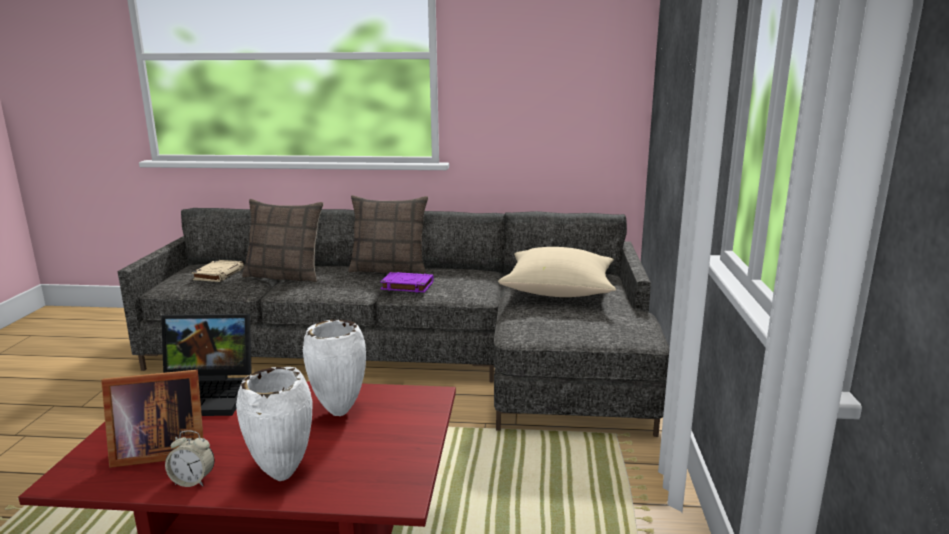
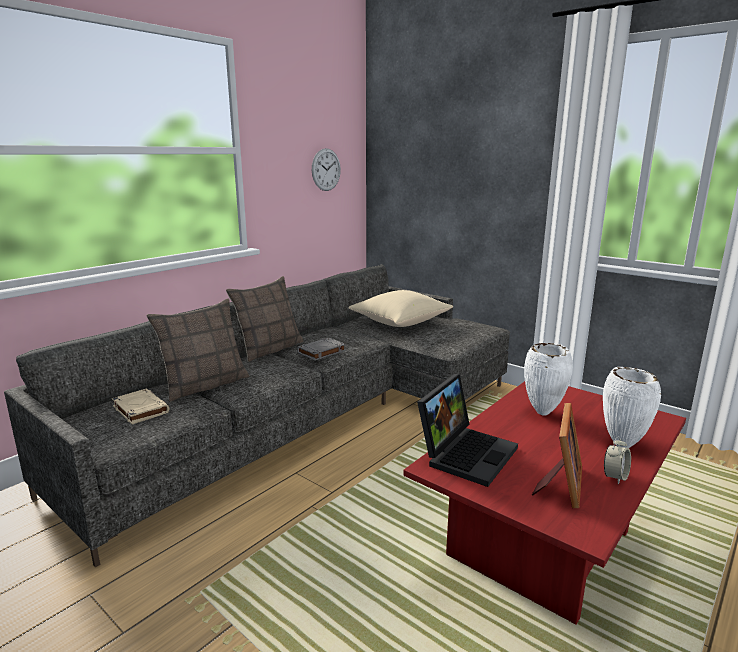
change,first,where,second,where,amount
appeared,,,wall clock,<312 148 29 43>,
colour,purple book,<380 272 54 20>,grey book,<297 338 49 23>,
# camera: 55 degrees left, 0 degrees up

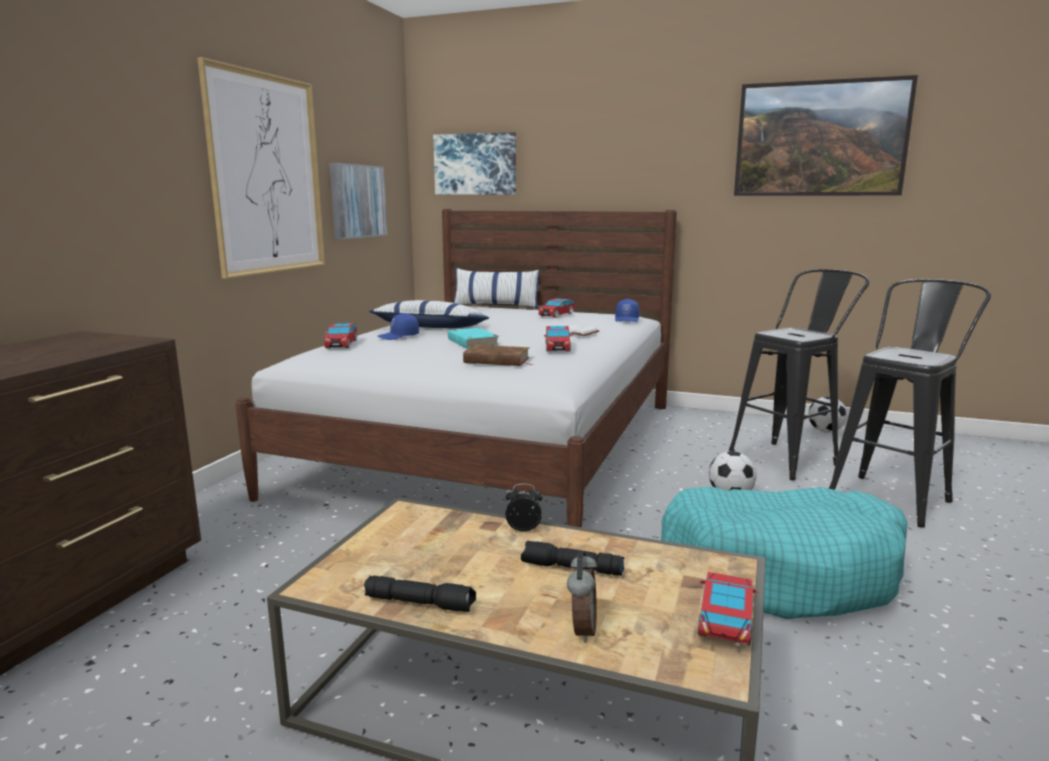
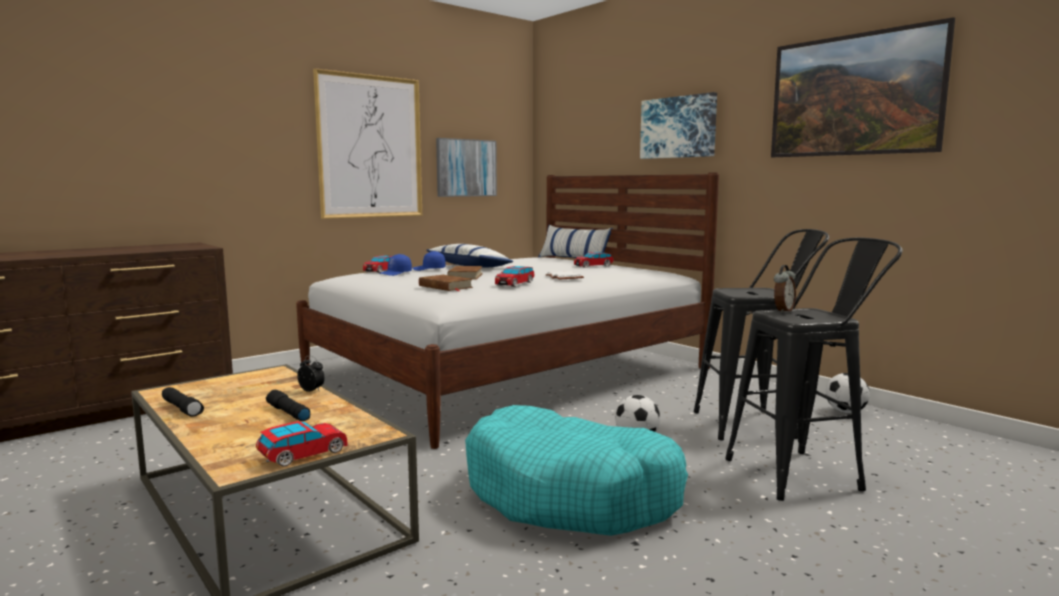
change,first,where,second,where,amount
relocated,picture,<433 132 83 63>,,<640 92 77 67>,
relocated,alarm clock,<567 551 30 92>,,<774 265 22 48>,
relocated,blue cap,<615 299 25 23>,,<379 254 33 22>,
colour,turquoise book,<448 328 52 21>,brown book,<447 266 36 14>,
# camera: 30 degrees right, 5 degrees down

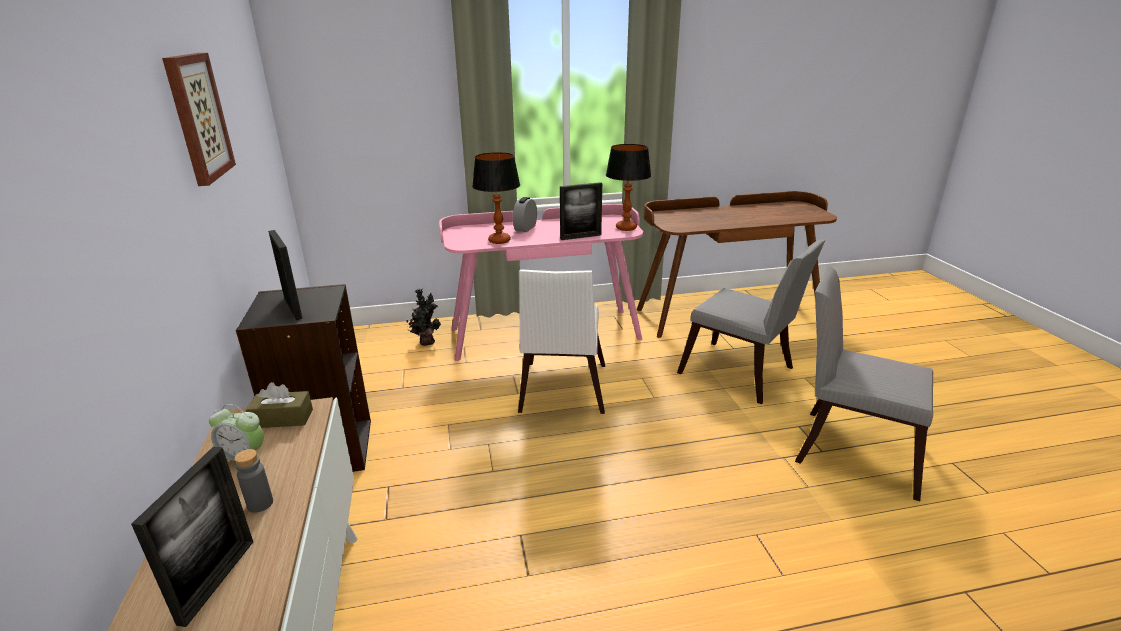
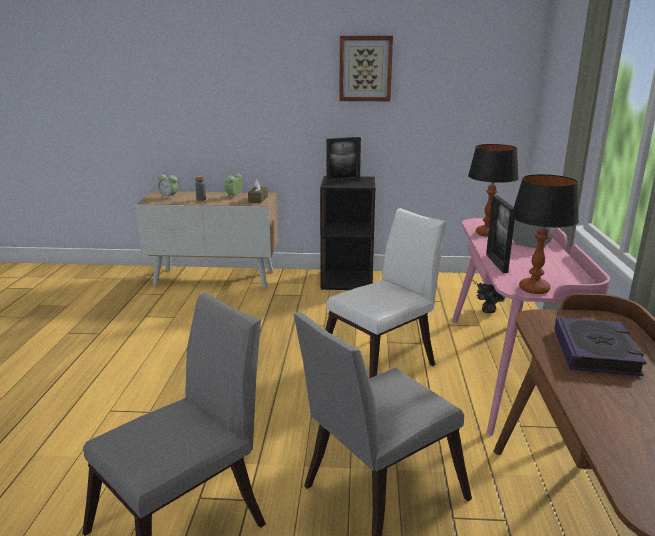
change,first,where,second,where,amount
appeared,,,book,<554 317 92 59>,
exchanged,picture frame,<131 447 122 180>,alarm clock,<158 171 20 29>,
spun,white chair,<518 269 87 145>,,<325 208 121 170>,120 degrees clockwise
# camera: 105 degrees right, 5 degrees down

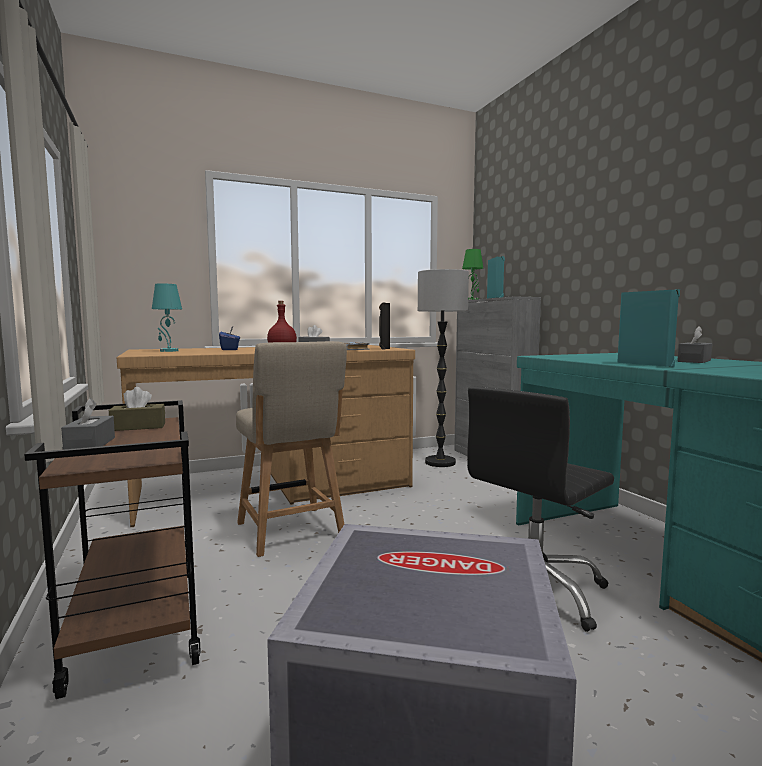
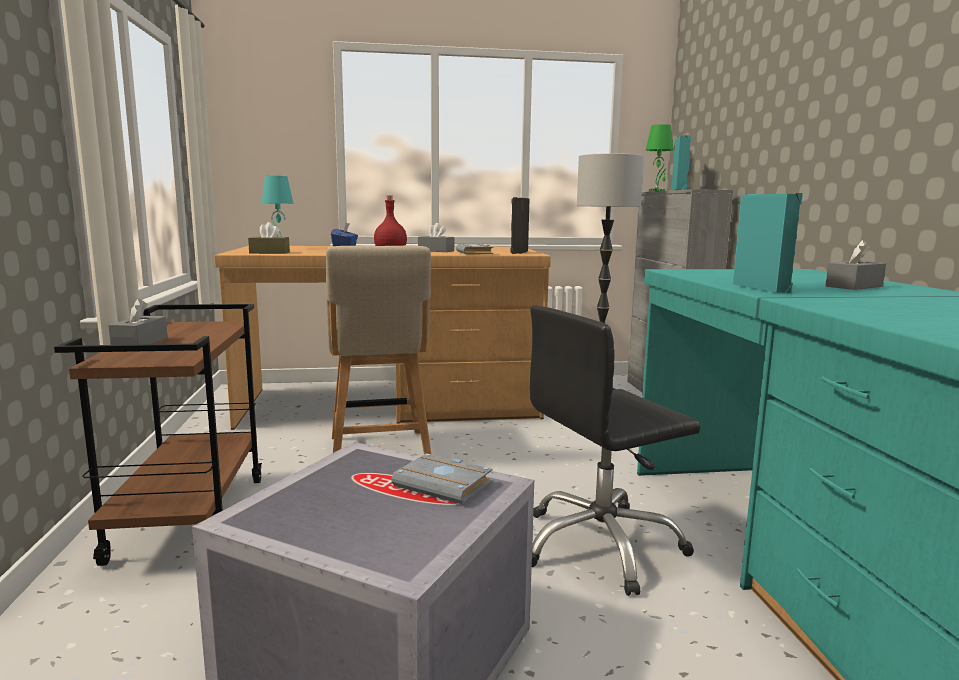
change,first,where,second,where,amount
appeared,,,grey book,<391 453 101 52>,
relocated,brown tissue box,<109 387 56 44>,,<248 222 42 32>,
# camera: 15 degrees right, 5 degrees up

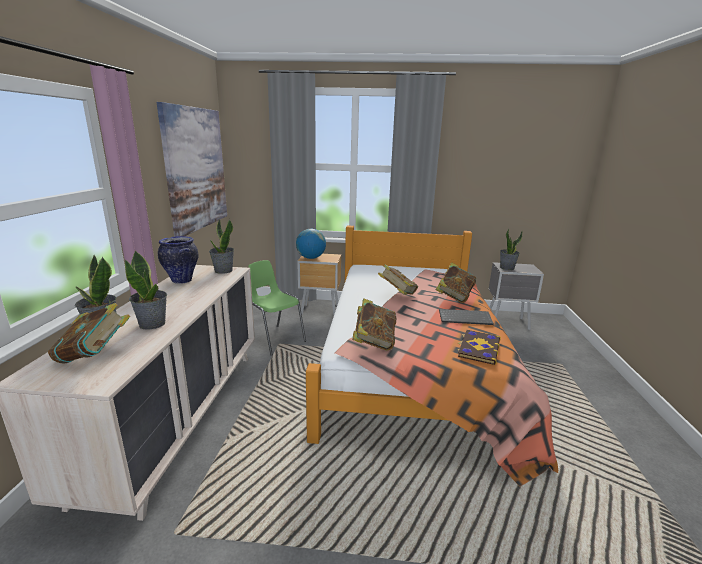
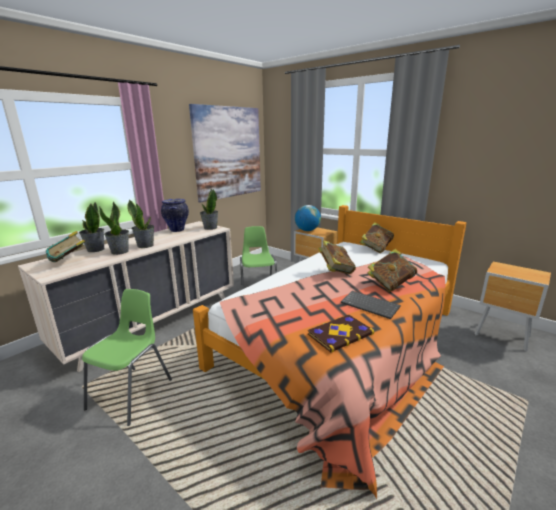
change,first,where,second,where,amount
appeared,,,green chair,<82 289 90 137>,
relocated,book,<352 298 44 53>,,<360 222 34 31>,
relocated,potted plant,<500 228 23 42>,,<128 199 26 49>,
colour,grey nightstand,<489 262 55 68>,brown nightstand,<475 262 76 89>,
# camera: 35 degrees right, 0 degrees up

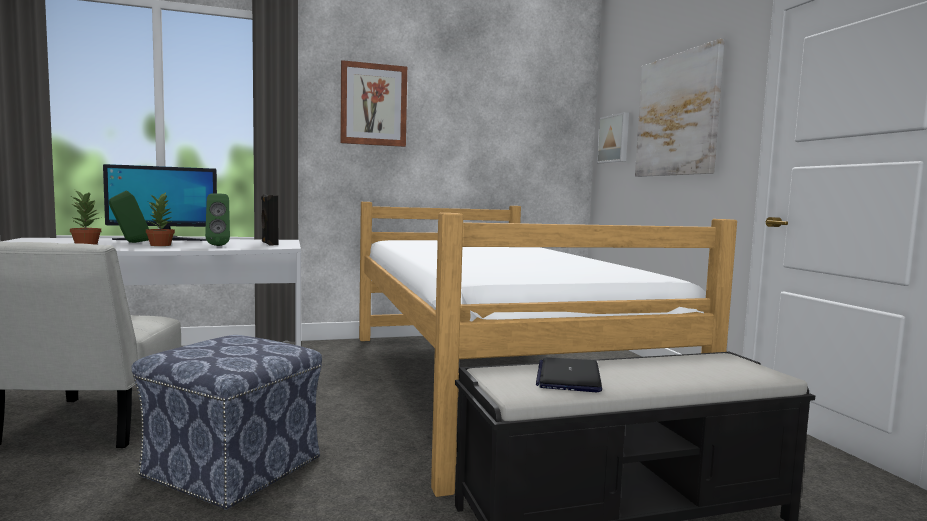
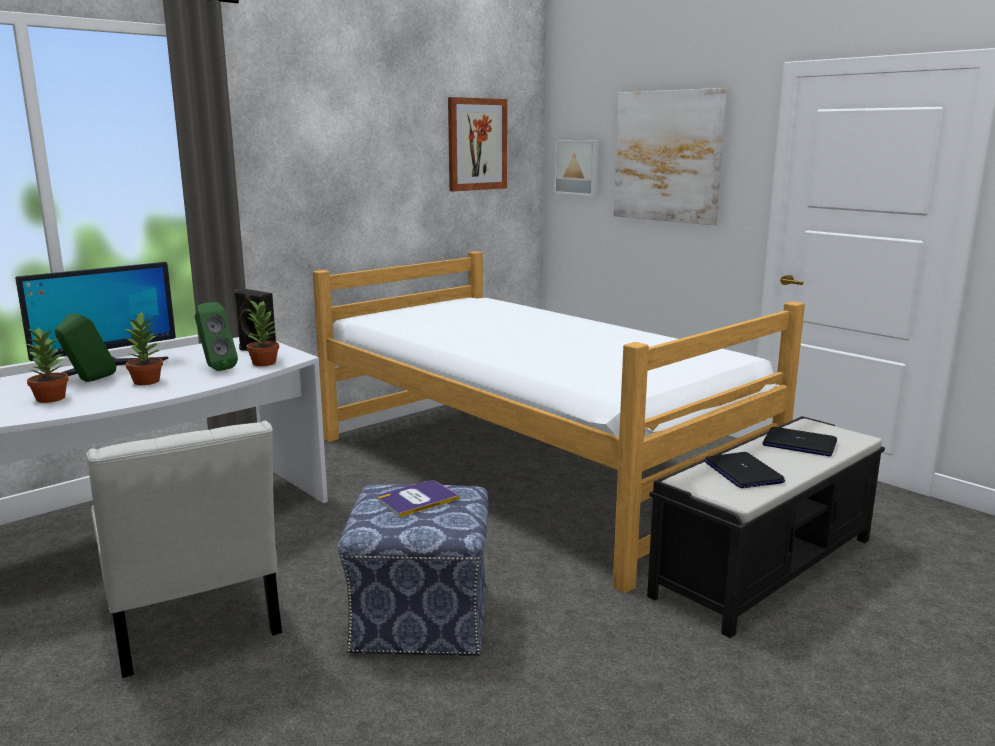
change,first,where,second,where,amount
appeared,,,potted plant,<246 299 34 67>,
appeared,,,book,<377 480 82 37>,
appeared,,,laptop,<762 427 75 30>,
relocated,picture,<340 60 67 87>,,<448 97 59 94>,
# camera: 25 degrees left, 10 degrees up

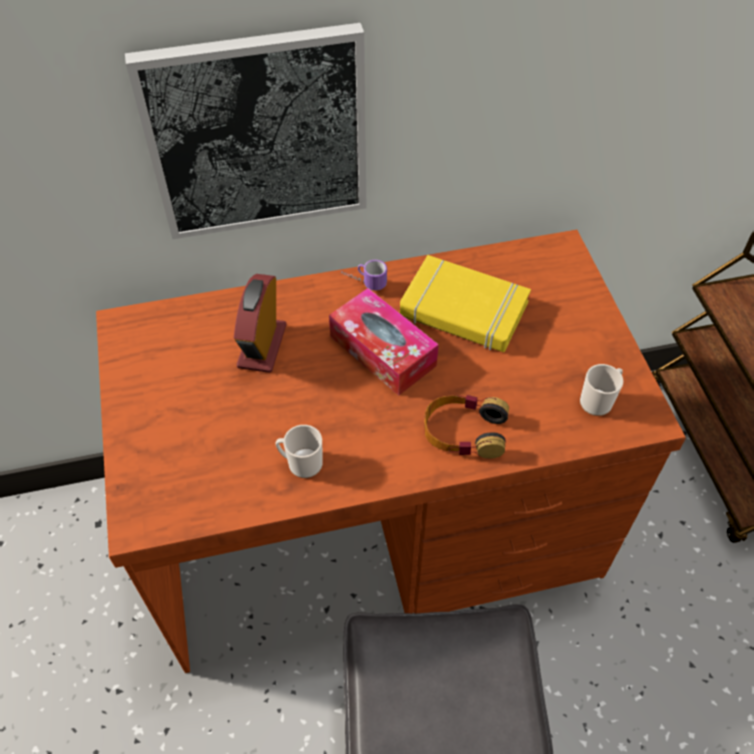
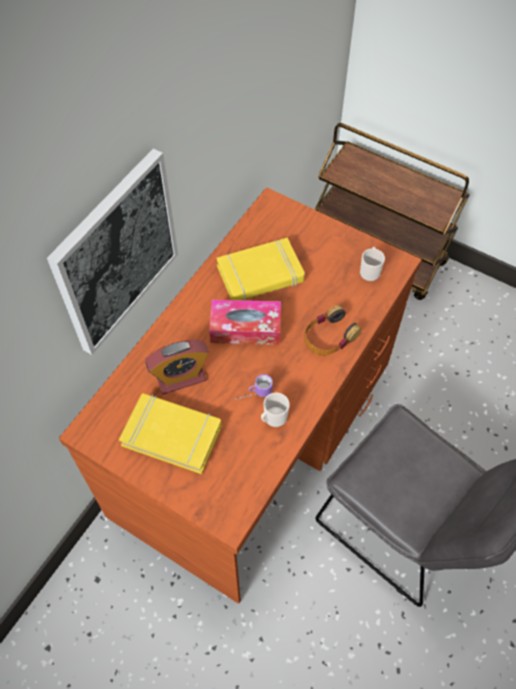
change,first,where,second,where,amount
appeared,,,yellow book,<119 393 103 81>,
relocated,mug,<341 260 46 31>,,<235 374 38 26>,
spun,alarm clock,<234 274 52 99>,,<145 340 64 54>,75 degrees counterclockwise
# camera: 45 degrees left, 5 degrees up

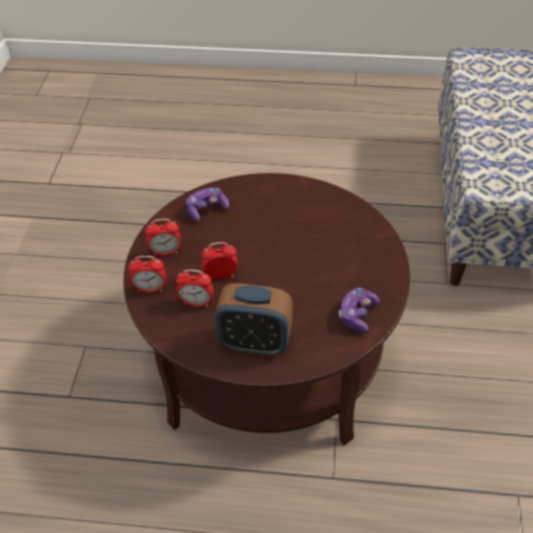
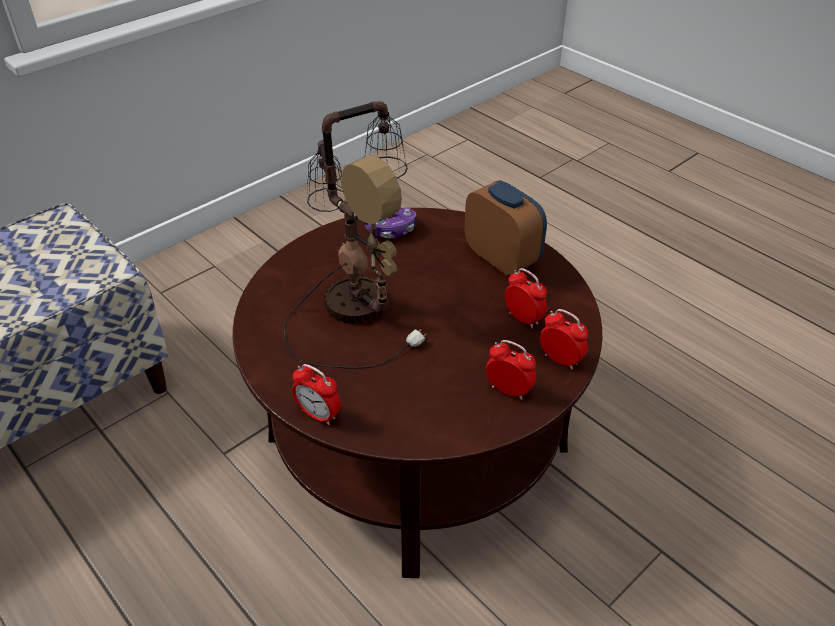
change,first,where,second,where,amount
missing,game controller,<186 187 43 34>,,,
appeared,,,table lamp,<284 101 143 267>,
relocated,alarm clock,<202 242 36 37>,,<292 364 49 61>,
# camera: 140 degrees left, 5 degrees down

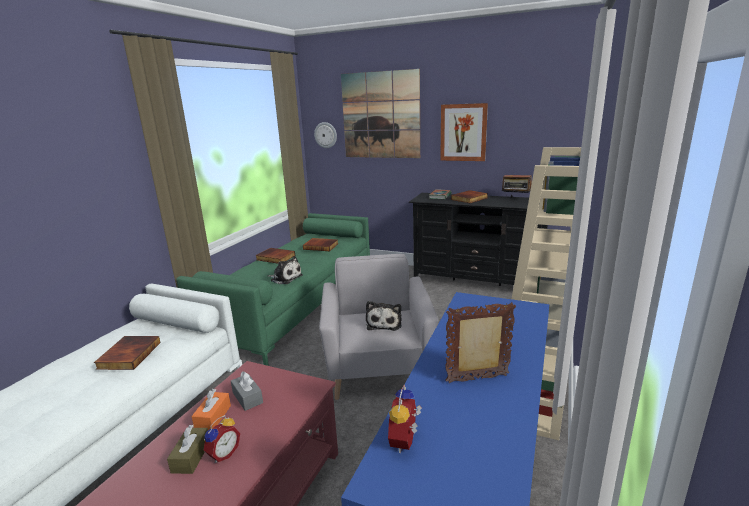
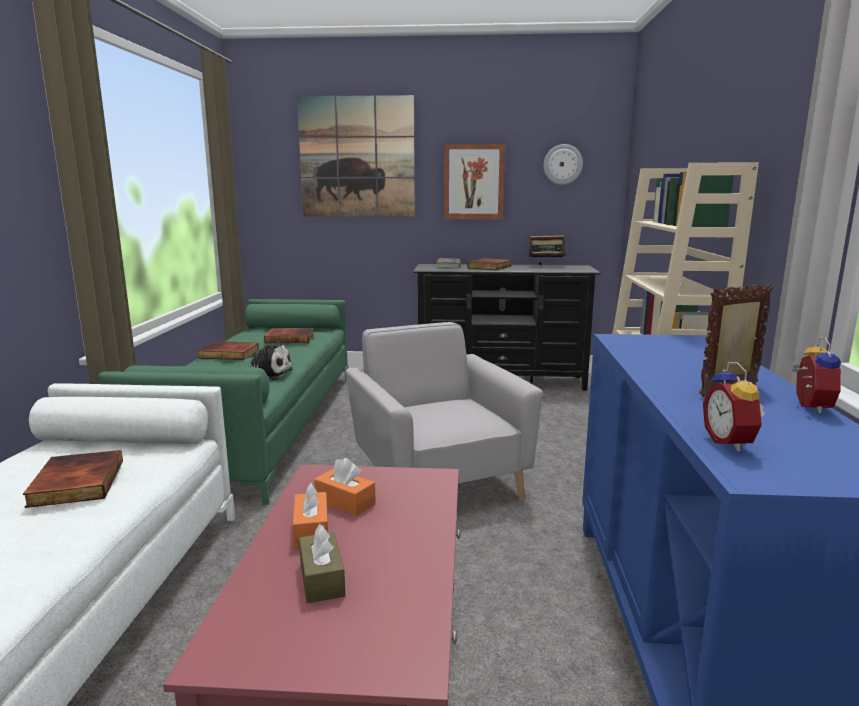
change,first,where,second,where,amount
missing,plush toy,<366 301 36 30>,,,
relocated,alarm clock,<204 415 36 48>,,<792 337 49 77>,
relocated,wall clock,<314 122 23 26>,,<544 144 39 41>,
colour,grey tissue box,<231 371 32 40>,orange tissue box,<314 458 62 58>,
# camera: 20 degrees left, 5 degrees down

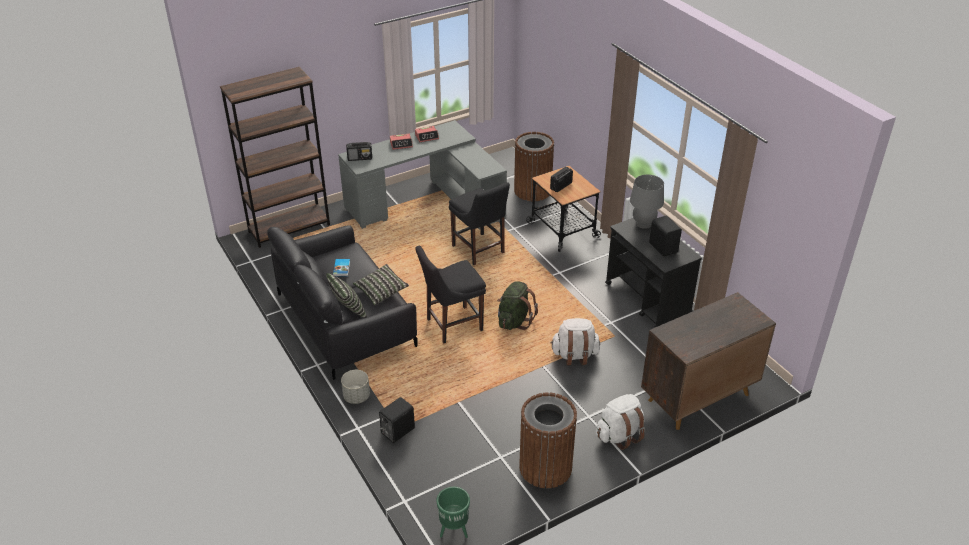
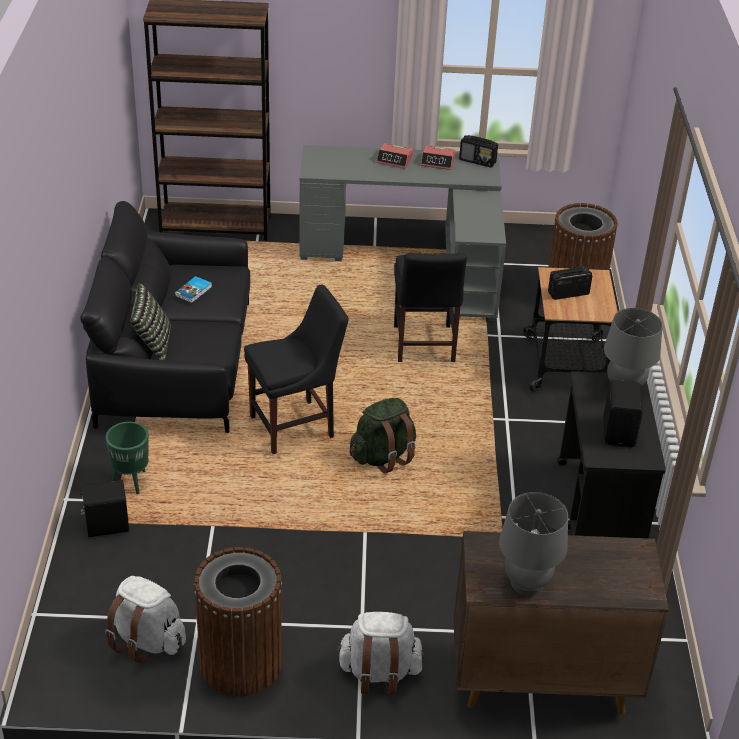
change,first,where,second,where,amount
missing,grey planter,<341 370 29 34>,,,
missing,pillow,<353 264 56 41>,,,
appeared,,,grey table lamp,<499 492 69 104>,
relocated,radio,<346 142 26 19>,,<459 135 39 33>,
relocated,green planter,<436 487 34 51>,,<105 422 44 72>,
relocated,white backpack,<551 318 49 48>,,<105 576 81 87>,
spun,black chair,<415 246 71 97>,,<244 285 105 169>,150 degrees clockwise
# camera: 30 degrees right, 0 degrees up

